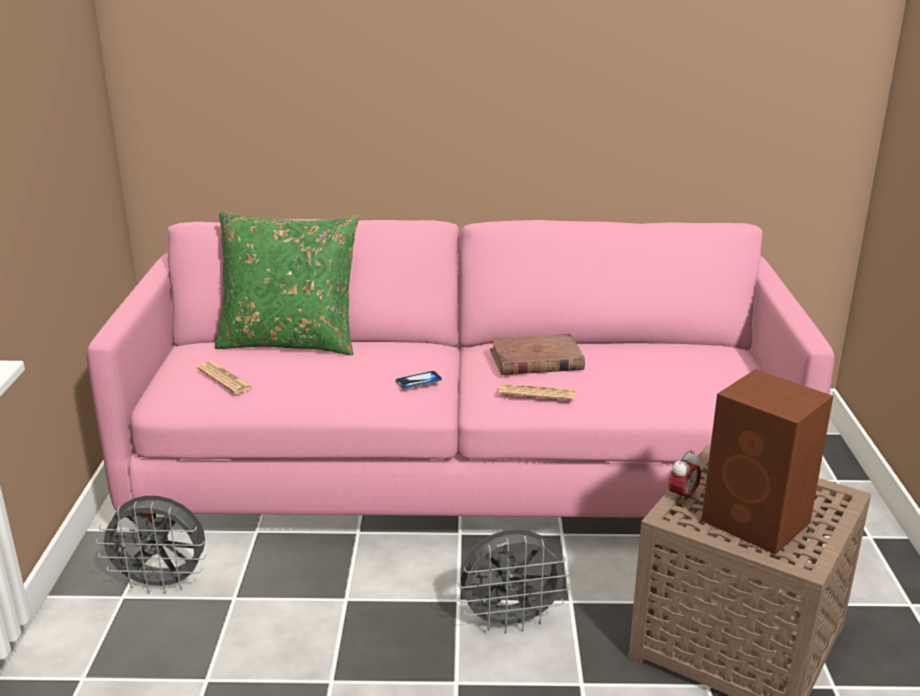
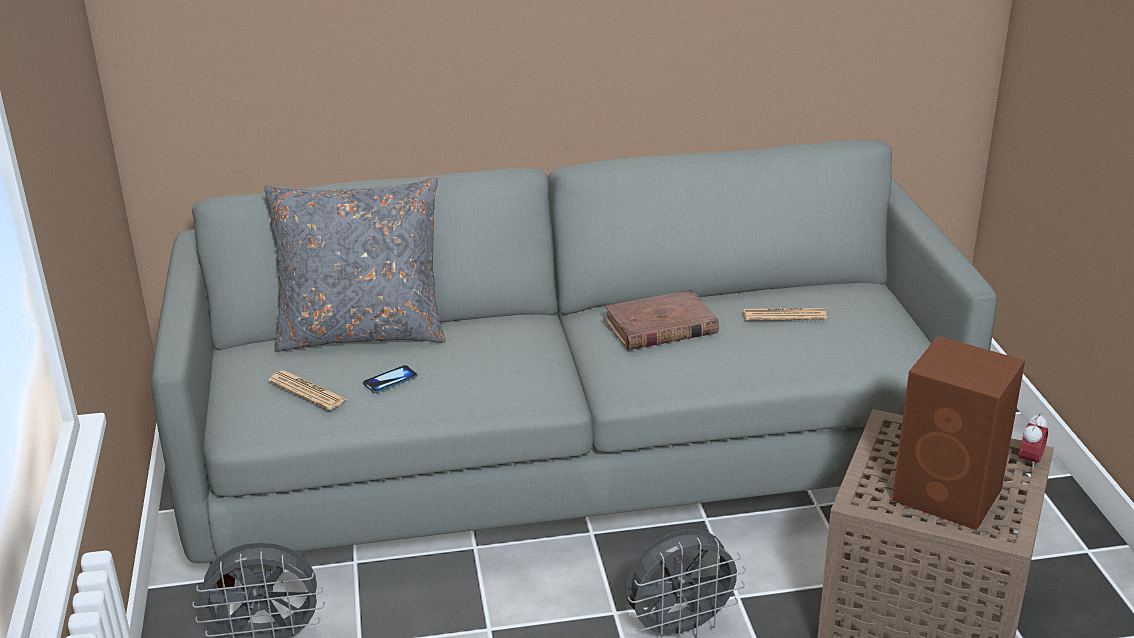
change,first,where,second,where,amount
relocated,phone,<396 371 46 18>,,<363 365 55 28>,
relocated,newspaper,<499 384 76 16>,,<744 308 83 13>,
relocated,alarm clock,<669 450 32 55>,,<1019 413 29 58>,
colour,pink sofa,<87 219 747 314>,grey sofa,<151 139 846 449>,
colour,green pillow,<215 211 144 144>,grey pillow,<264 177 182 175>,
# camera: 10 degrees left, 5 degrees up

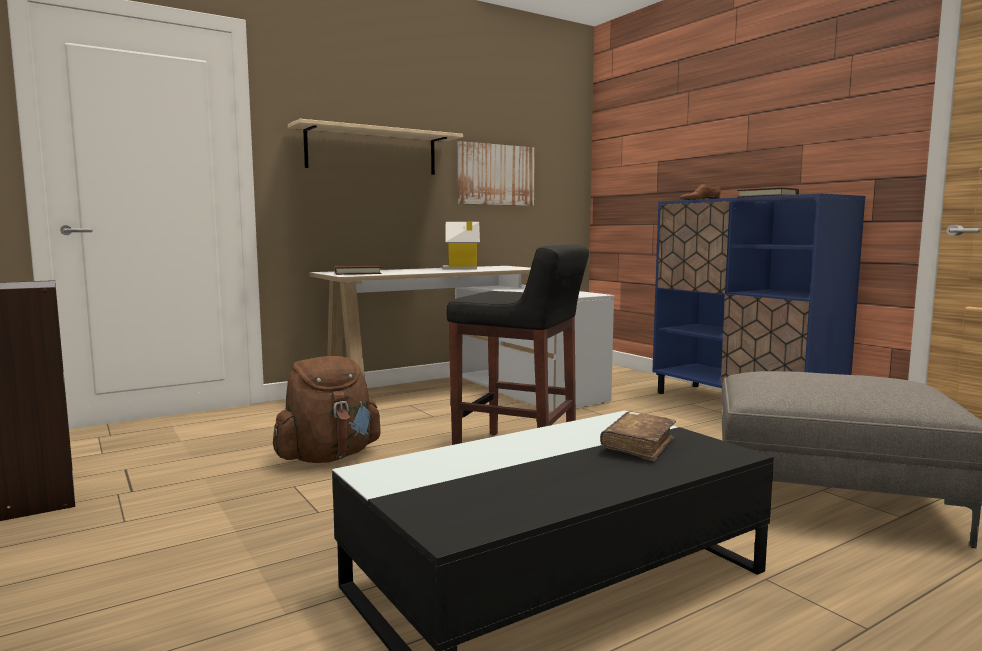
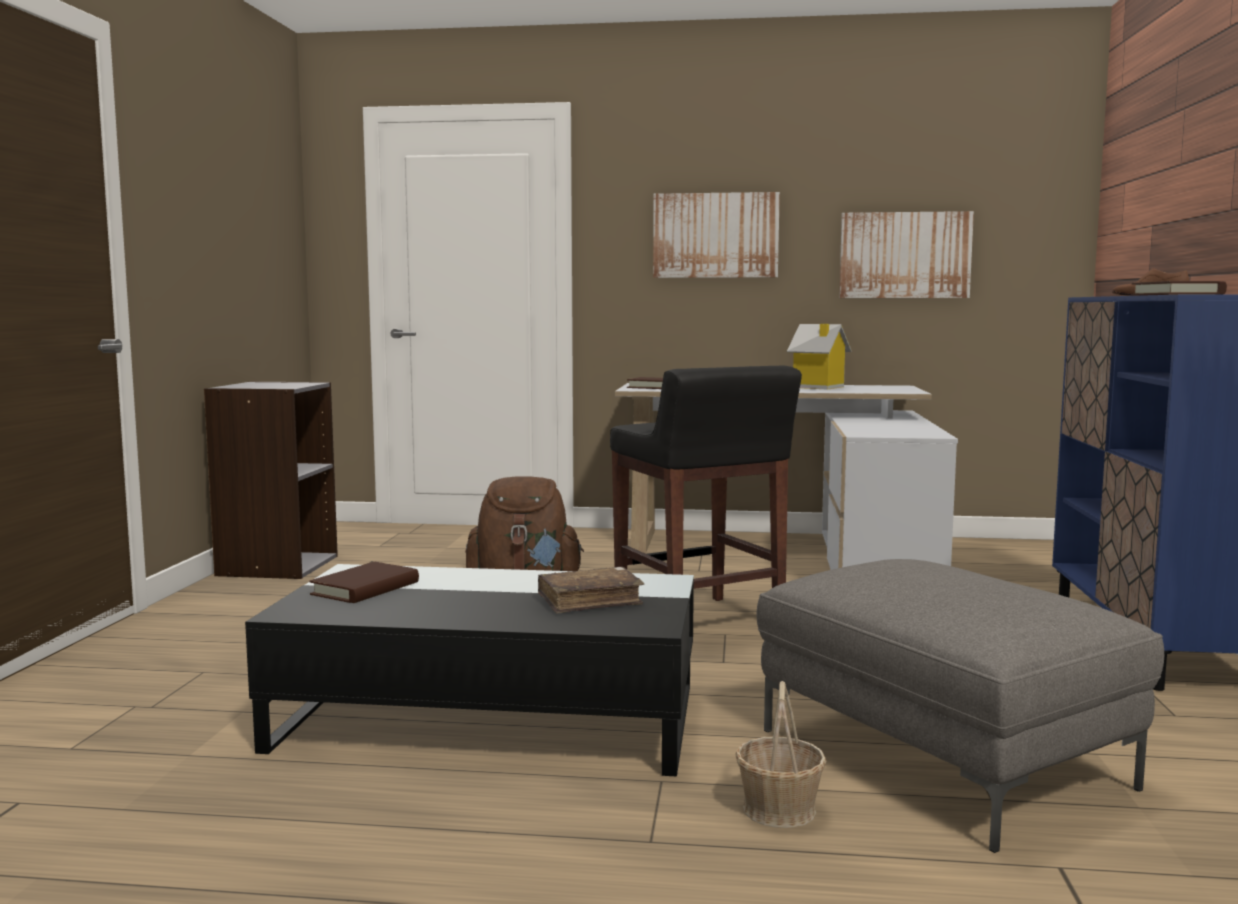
change,first,where,second,where,amount
appeared,,,brown book,<309 562 110 41>,
appeared,,,basket,<735 681 91 147>,
exchanged,beige shelf,<288 119 175 56>,picture,<653 192 127 86>,
# camera: 40 degrees right, 0 degrees up

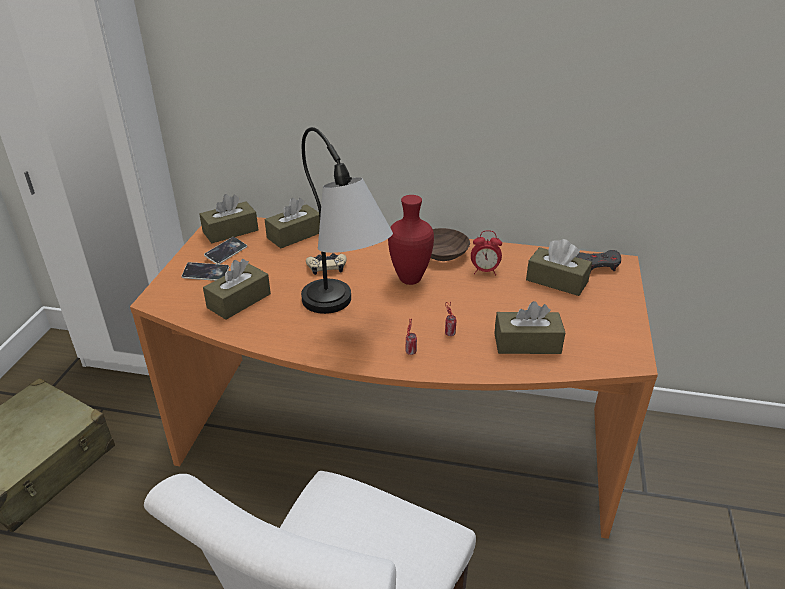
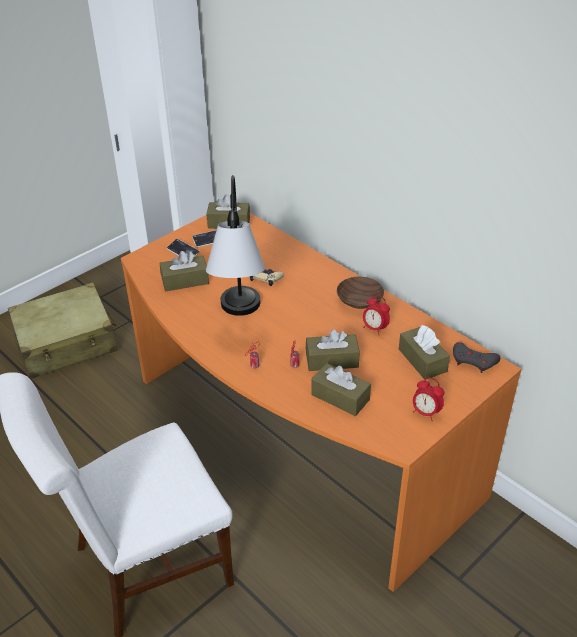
change,first,where,second,where,amount
missing,red vase,<388 195 46 90>,,,
appeared,,,alarm clock,<413 377 31 44>,
relocated,brown tissue box,<265 198 55 50>,,<306 329 54 42>,
# camera: 35 degrees right, 5 degrees up

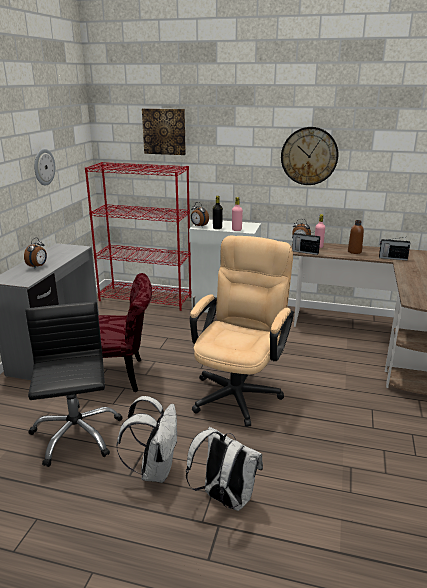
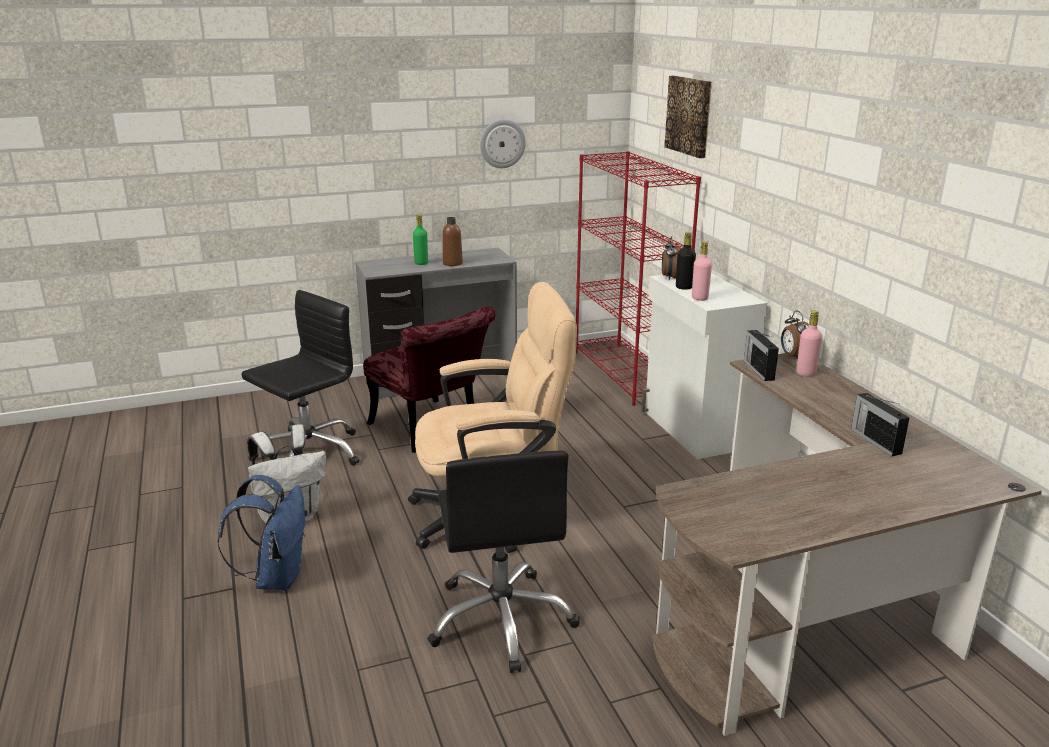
change,first,where,second,where,amount
missing,wall clock,<281 127 57 58>,,,
appeared,,,black office chair,<427 450 153 223>,
relocated,brown bottle,<348 220 16 34>,,<442 217 21 49>,
exchanged,alarm clock,<24 238 23 31>,green bottle,<413 214 15 51>,
colour,white backpack,<186 427 77 84>,blue backpack,<218 475 87 116>,
# camera: 55 degrees right, 0 degrees up

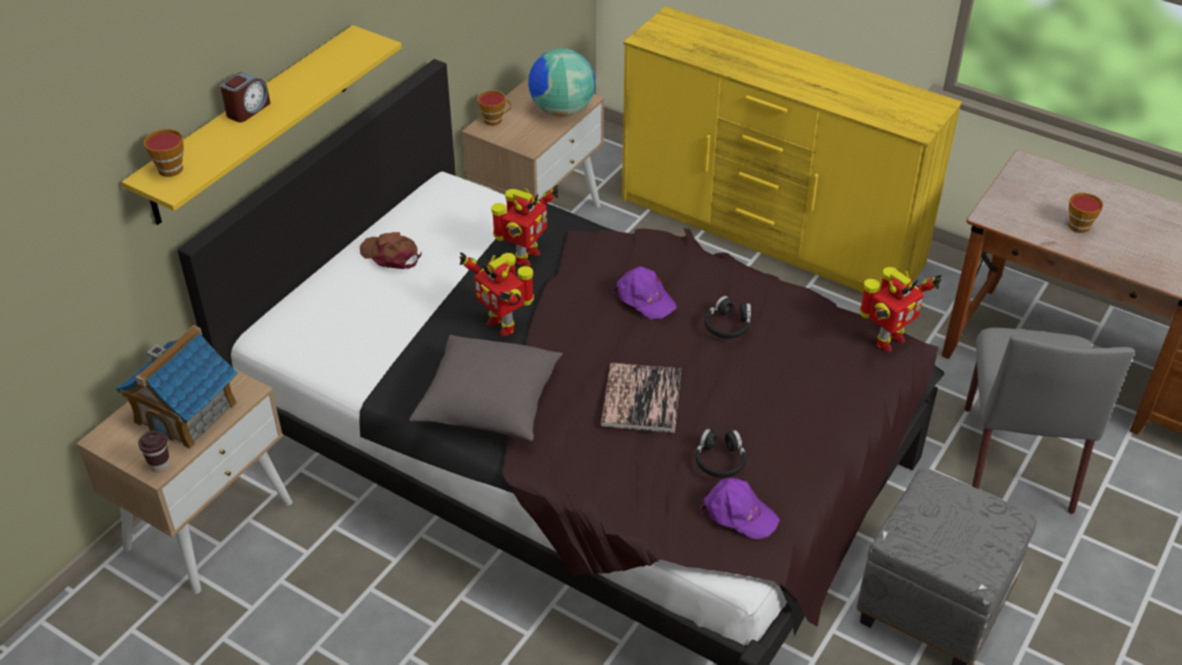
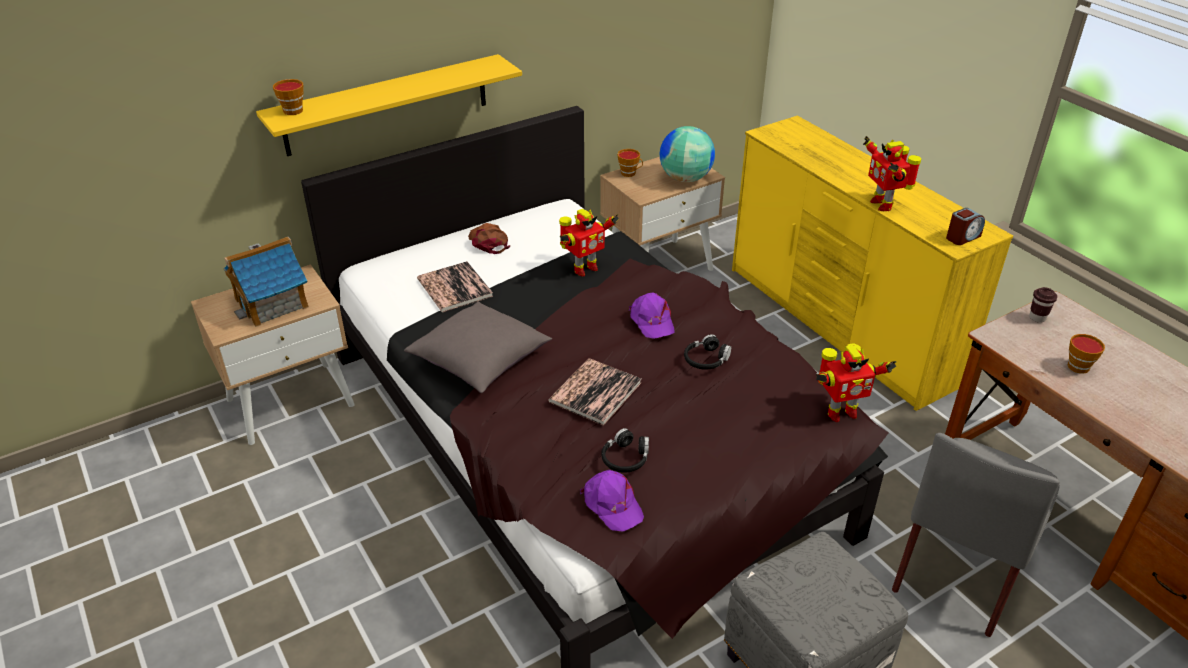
change,first,where,second,where,amount
appeared,,,book,<417 261 76 51>,
relocated,brown cup,<138 431 32 41>,,<1029 287 28 36>,
relocated,alarm clock,<220 72 51 50>,,<946 208 39 37>,
relocated,toy robot,<460 252 74 85>,,<863 136 58 75>,
# camera: 25 degrees right, 5 degrees down

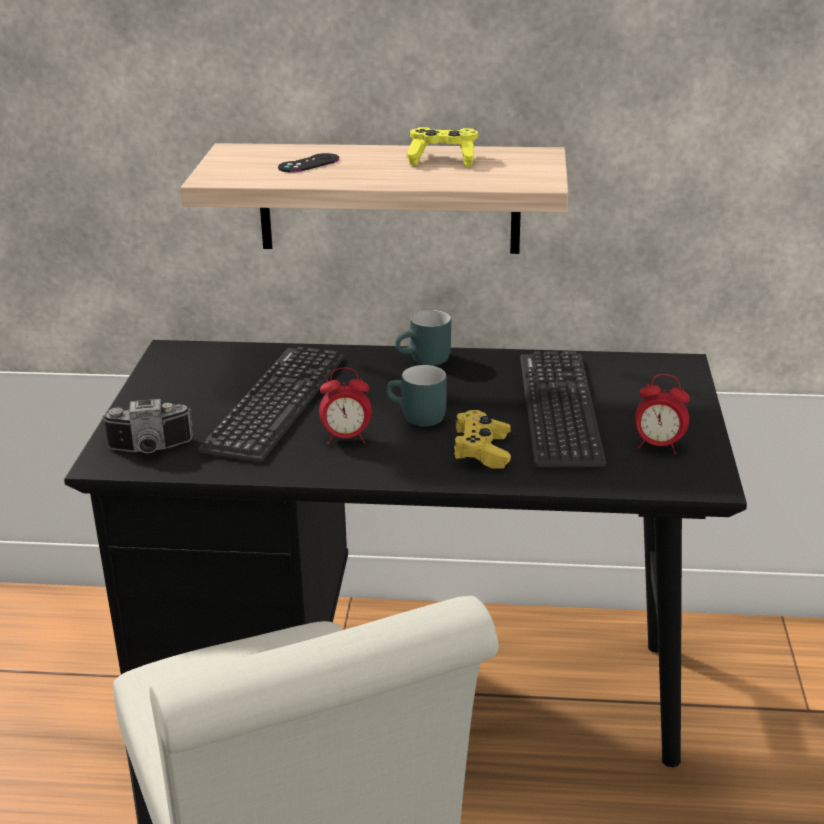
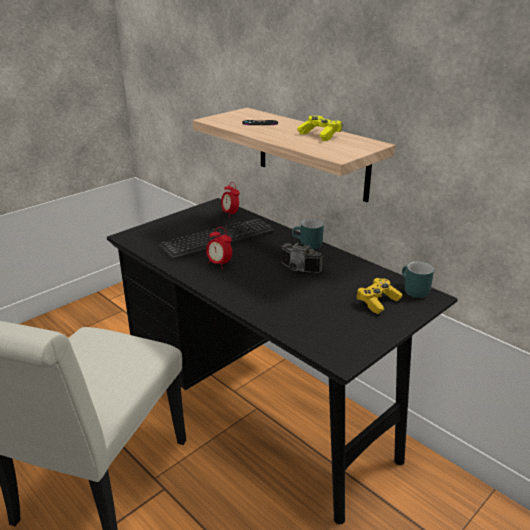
change,first,where,second,where,amount
missing,keyboard,<520 351 86 116>,,,
relocated,photo camera,<101 399 92 54>,,<281 243 42 30>,
relocated,turquoise mug,<386 365 60 62>,,<402 261 32 37>,
relocated,yellow game controller,<452 410 59 58>,,<356 278 47 36>,
relocated,alarm clock,<635 374 55 80>,,<221 182 19 36>,
# camera: 40 degrees right, 0 degrees up

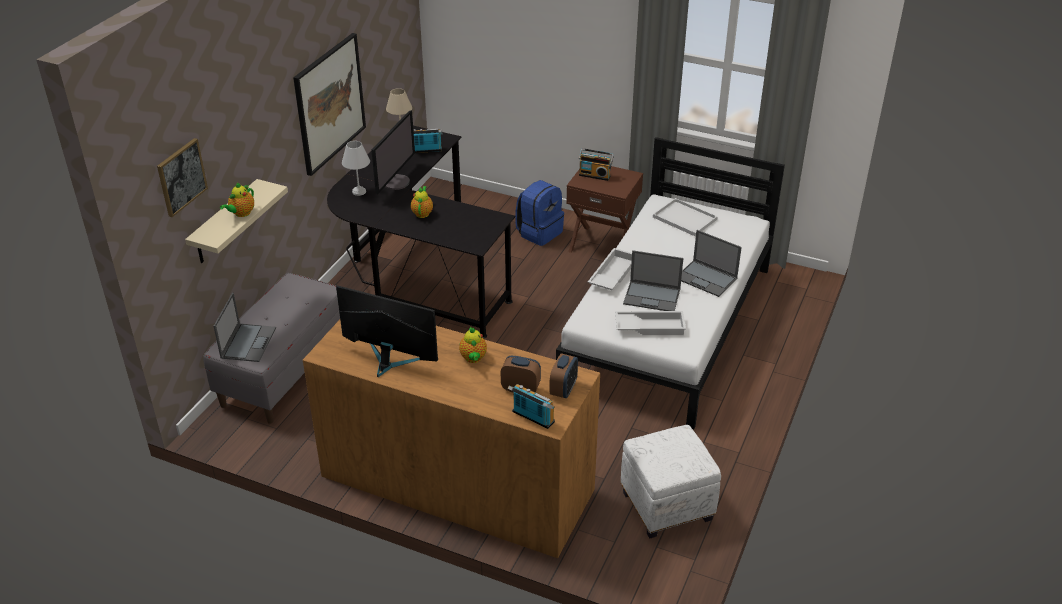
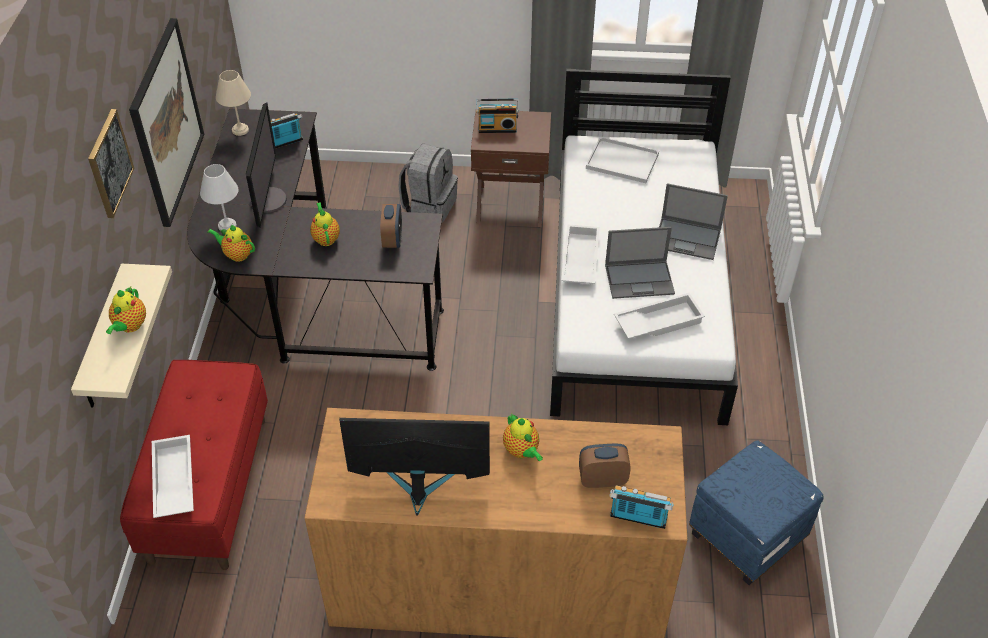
change,first,where,second,where,amount
appeared,,,teapot,<207 224 48 38>,
relocated,picture,<157 138 51 79>,,<88 109 46 109>,
relocated,alarm clock,<549 353 29 45>,,<380 204 22 44>,
exchanged,laptop,<214 293 62 69>,white tray,<152 435 42 83>,
colour,grey bench,<203 273 137 151>,red bench,<120 360 148 210>,
colour,blue backpack,<515 180 49 66>,grey backpack,<398 144 60 79>,
colour,white ottoman,<620 425 101 113>,blue ottoman,<689 440 135 145>,
# camera: 20 degrees left, 10 degrees up

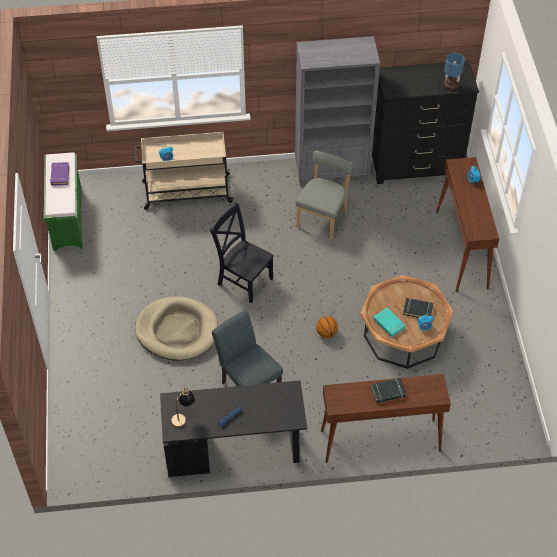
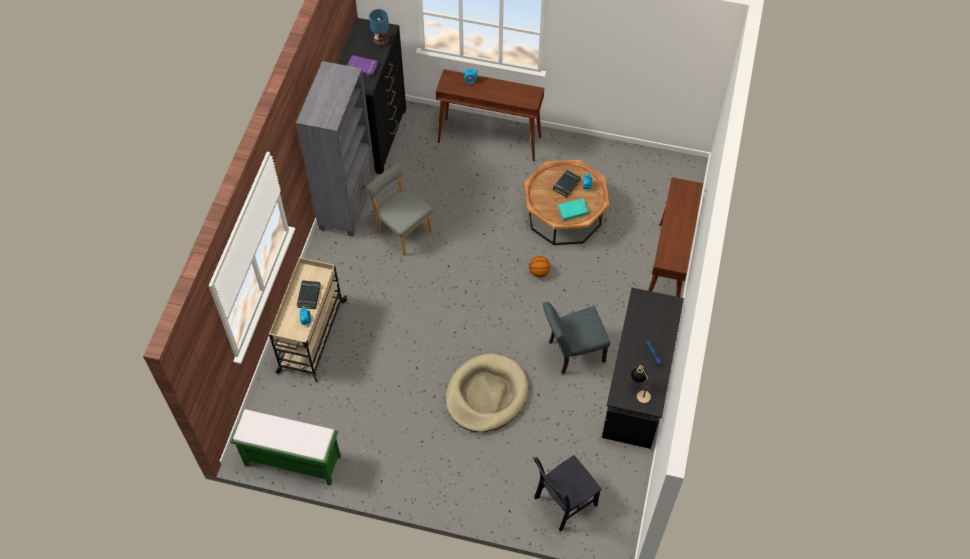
change,first,where,second,where,amount
relocated,purple book,<50 162 19 24>,,<347 55 31 22>,
relocated,black chair,<210 201 64 102>,,<533 455 69 76>,
relocated,black book,<371 378 35 25>,,<297 280 24 29>,
# camera: 70 degrees left, 5 degrees up

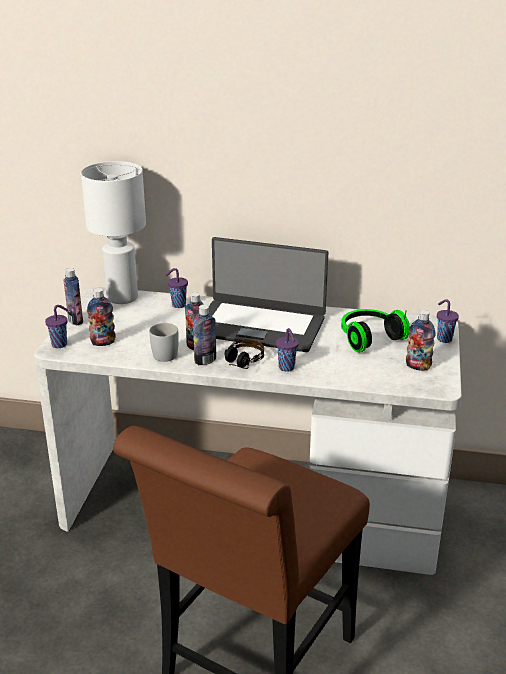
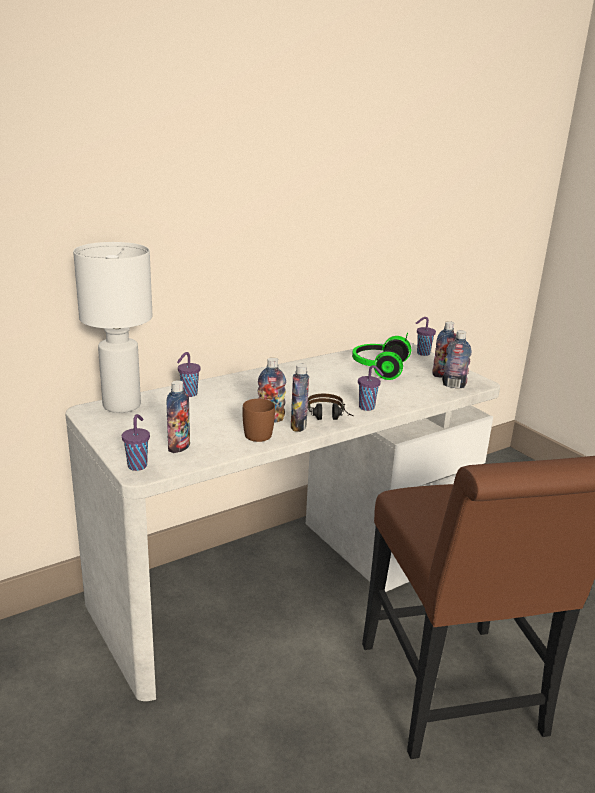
change,first,where,second,where,amount
missing,laptop,<209 237 119 115>,,,
relocated,bottle,<63 268 20 58>,,<442 330 30 58>,
colour,white mug,<149 323 30 39>,brown mug,<243 399 32 43>,
# camera: 45 degrees left, 5 degrees down

